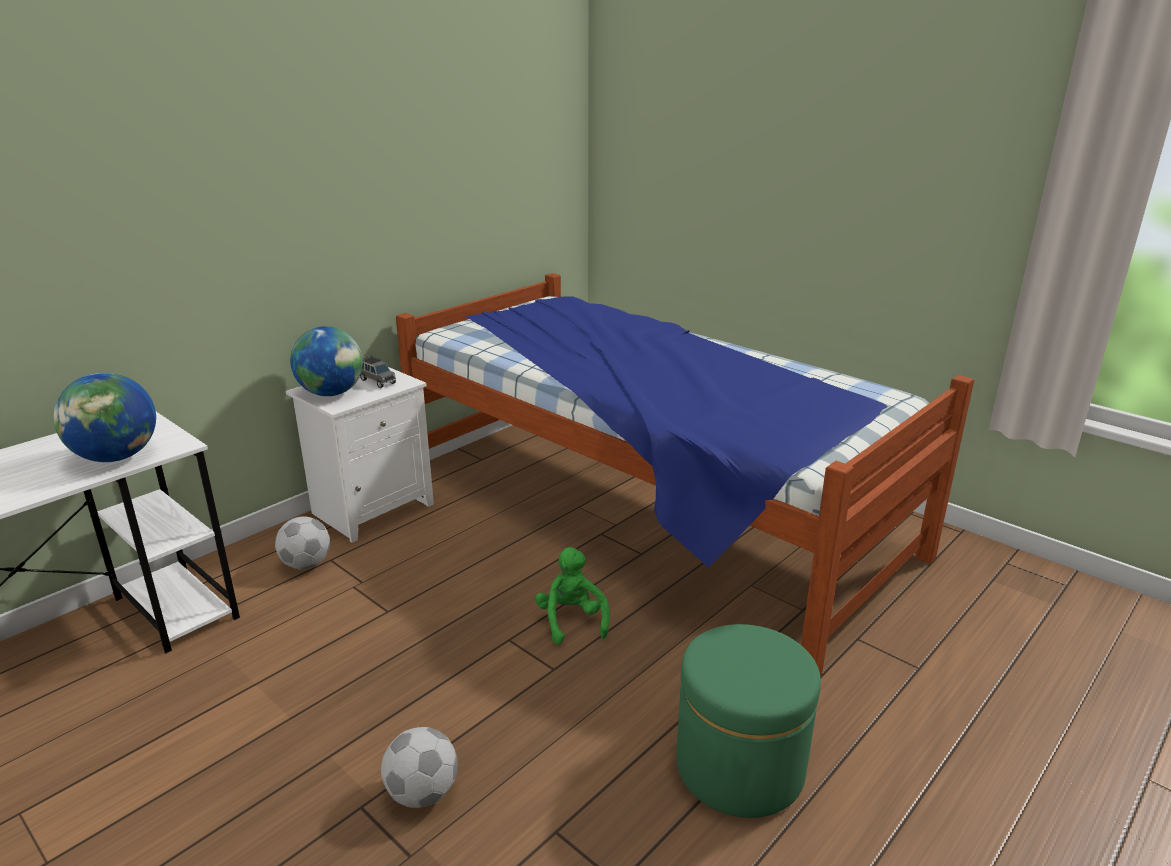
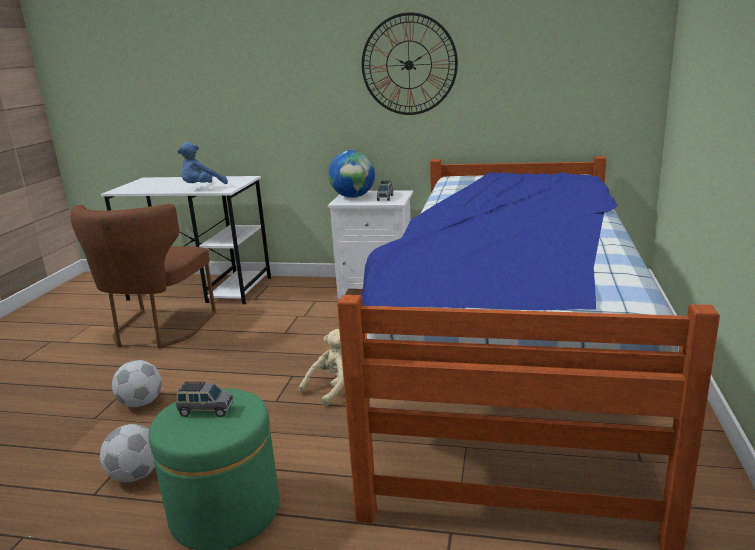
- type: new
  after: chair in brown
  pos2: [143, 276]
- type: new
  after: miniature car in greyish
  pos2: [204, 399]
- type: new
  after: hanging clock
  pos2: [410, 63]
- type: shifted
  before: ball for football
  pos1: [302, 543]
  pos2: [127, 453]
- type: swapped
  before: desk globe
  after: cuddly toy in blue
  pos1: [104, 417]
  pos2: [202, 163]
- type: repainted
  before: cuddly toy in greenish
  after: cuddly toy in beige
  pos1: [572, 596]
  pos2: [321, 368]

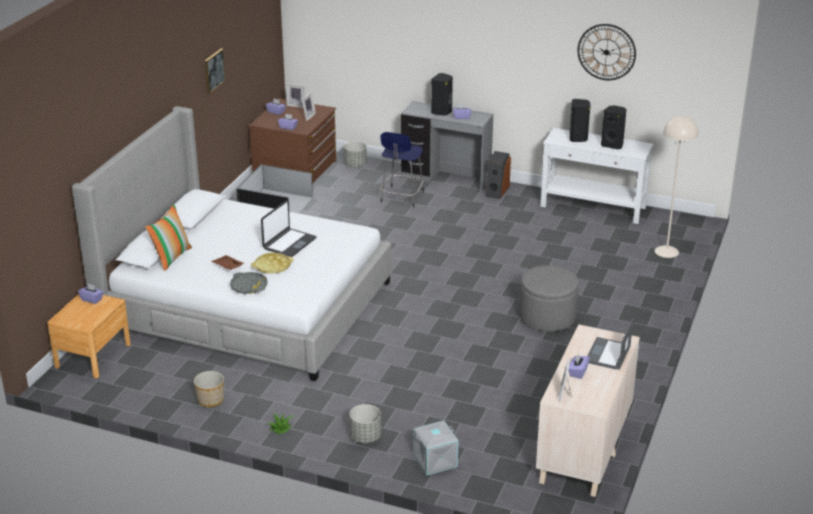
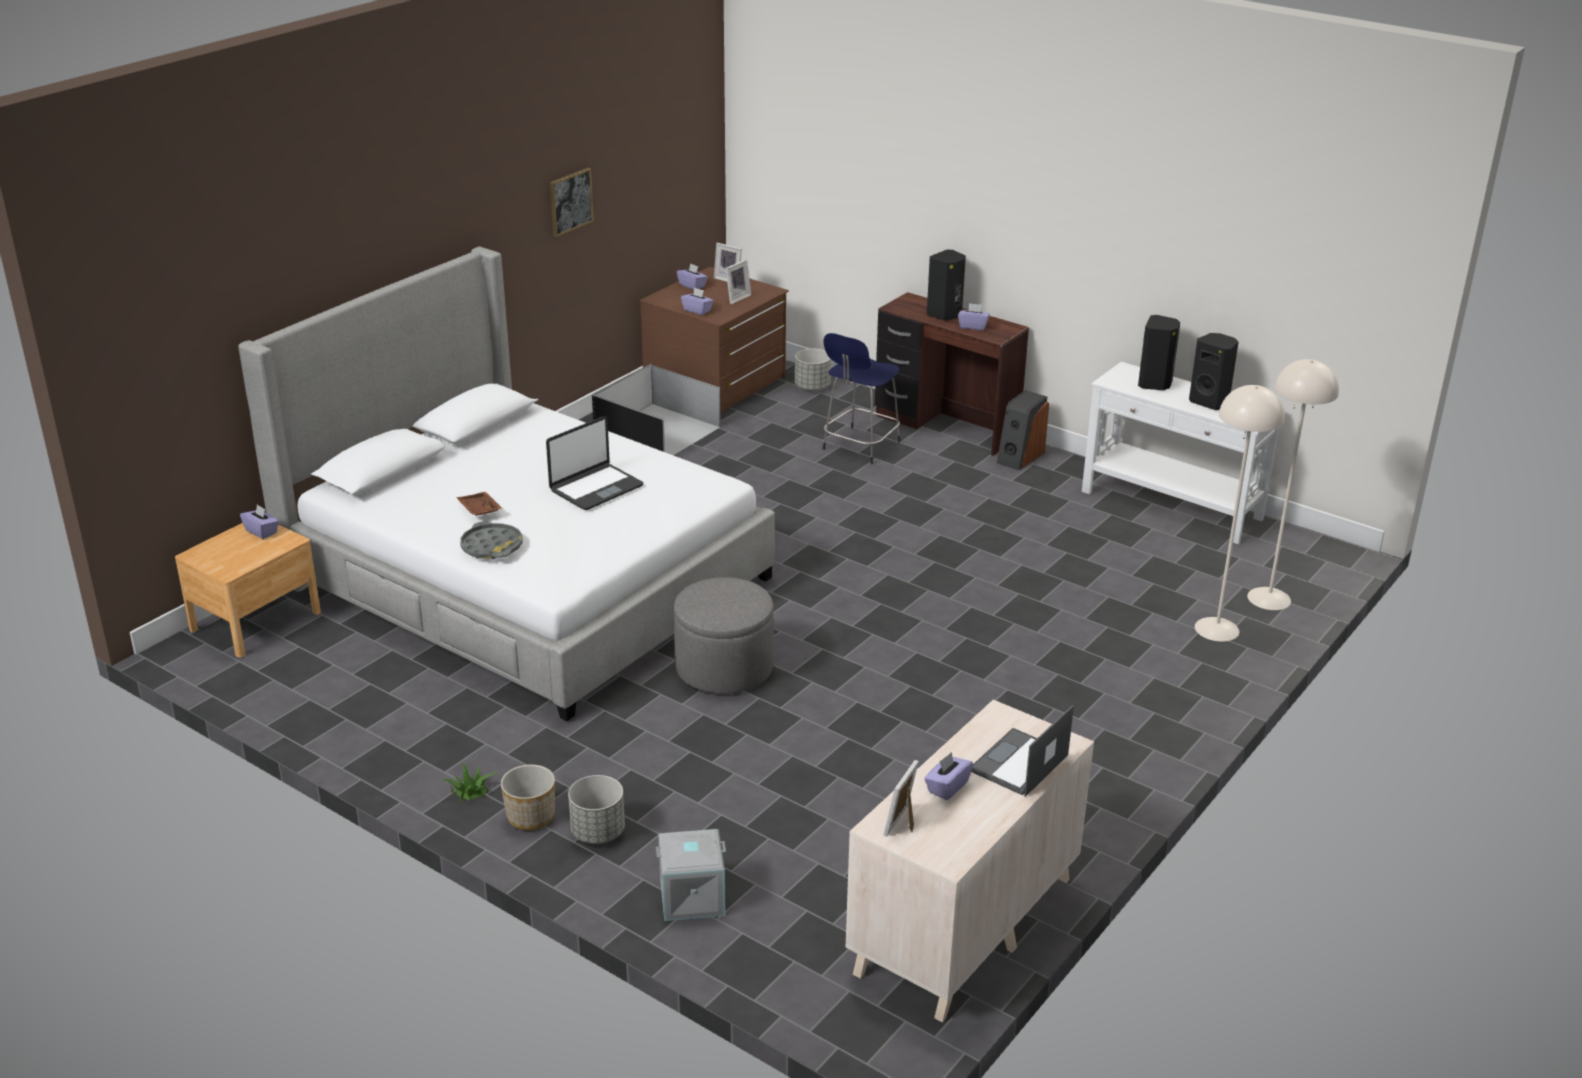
- type: gone
  before: cushion
  pos1: [168, 237]
- type: gone
  before: serving tray in yellow-coloured
  pos1: [272, 263]
- type: gone
  before: hanging clock
  pos1: [607, 52]
- type: new
  after: floor lamp in beige
  pos2: [1240, 513]
- type: shifted
  before: plant pot
  pos1: [209, 389]
  pos2: [528, 797]
- type: shifted
  before: pouffe in greyish
  pos1: [549, 298]
  pos2: [724, 635]
- type: repainted
  before: desk table in greyish
  after: desk table in brown
  pos1: [447, 147]
  pos2: [952, 374]

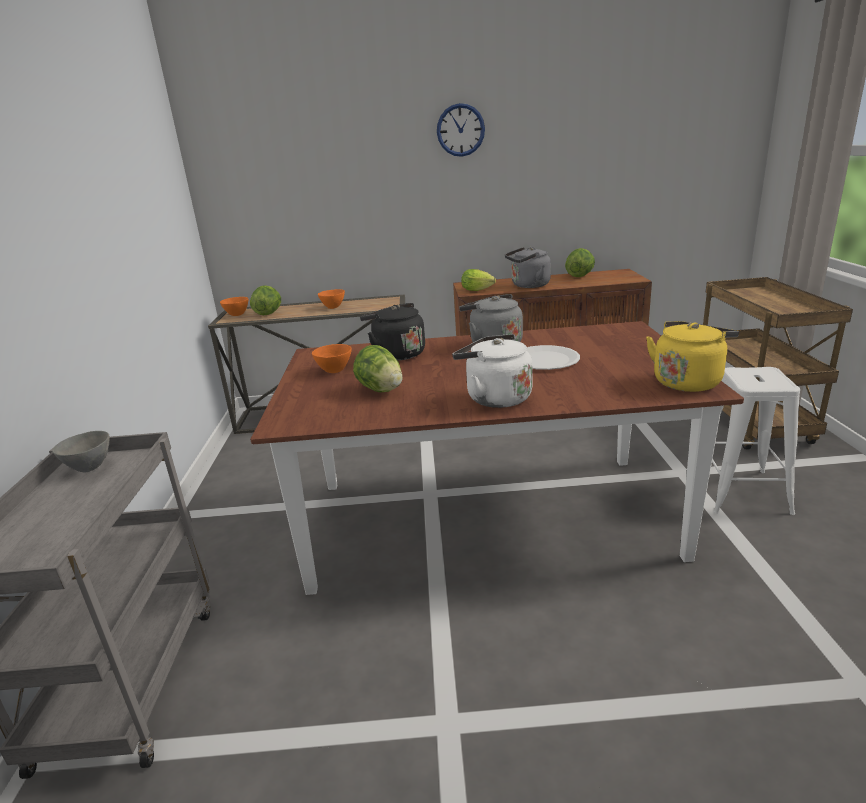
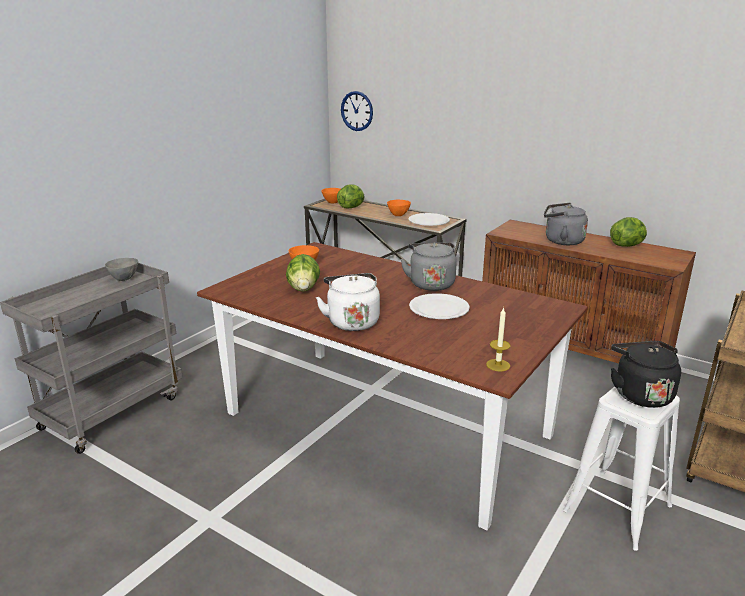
- type: gone
  before: head of lettuce
  pos1: [478, 280]
- type: new
  after: flat dish in white
  pos2: [429, 219]
- type: shifted
  before: water kettle in black
  pos1: [392, 331]
  pos2: [646, 374]
- type: shifted
  before: hanging clock
  pos1: [461, 130]
  pos2: [357, 111]
- type: swapped
  before: water kettle in yellow-coloured
  after: candle
  pos1: [692, 356]
  pos2: [498, 339]

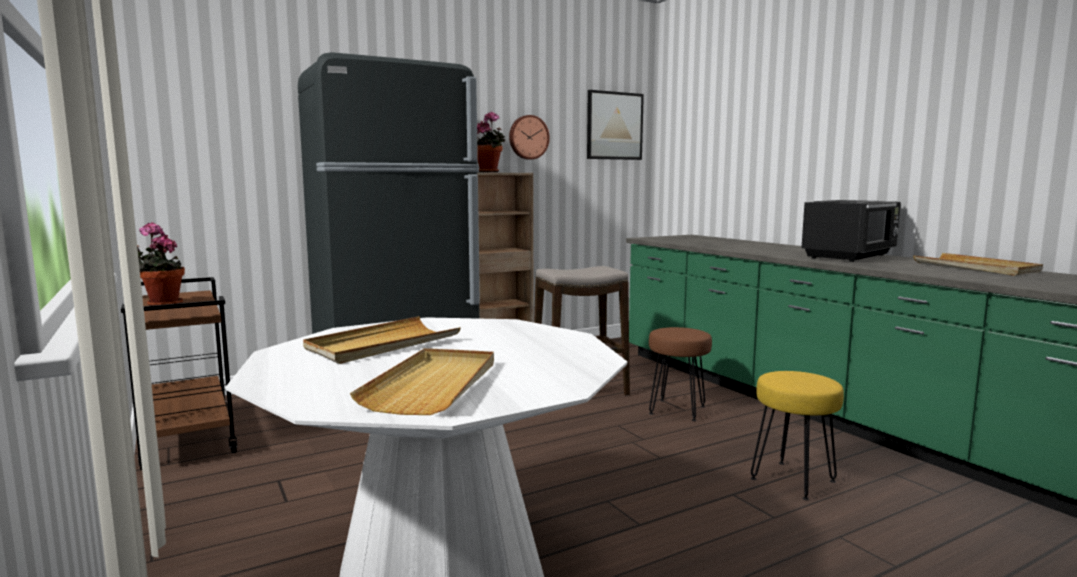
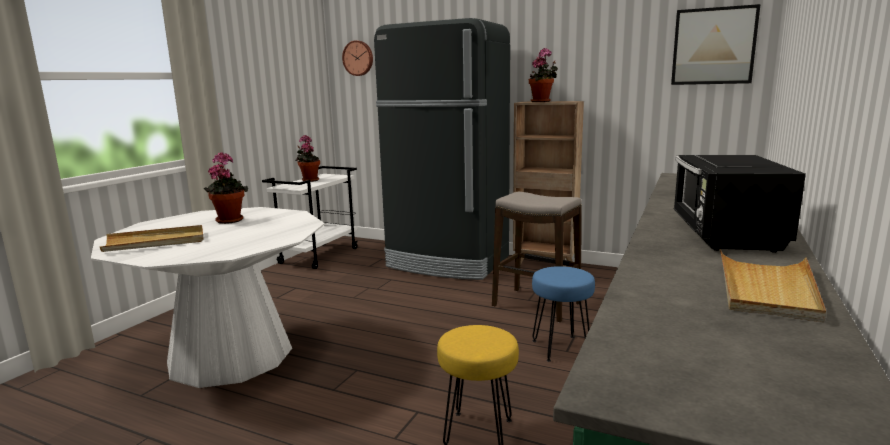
- type: shifted
  before: hanging clock
  pos1: [529, 137]
  pos2: [357, 58]
- type: swapped
  before: serving tray in beige
  after: potted plant
  pos1: [382, 340]
  pos2: [226, 188]
- type: repainted
  before: trolley in brown
  after: trolley in white
  pos1: [179, 373]
  pos2: [310, 217]
- type: repainted
  before: sitting stool in brown
  after: sitting stool in blue
  pos1: [680, 374]
  pos2: [563, 314]
- type: rotated
  before: microwave oven in black
  pos1: [851, 231]
  pos2: [739, 204]
  turn: 90

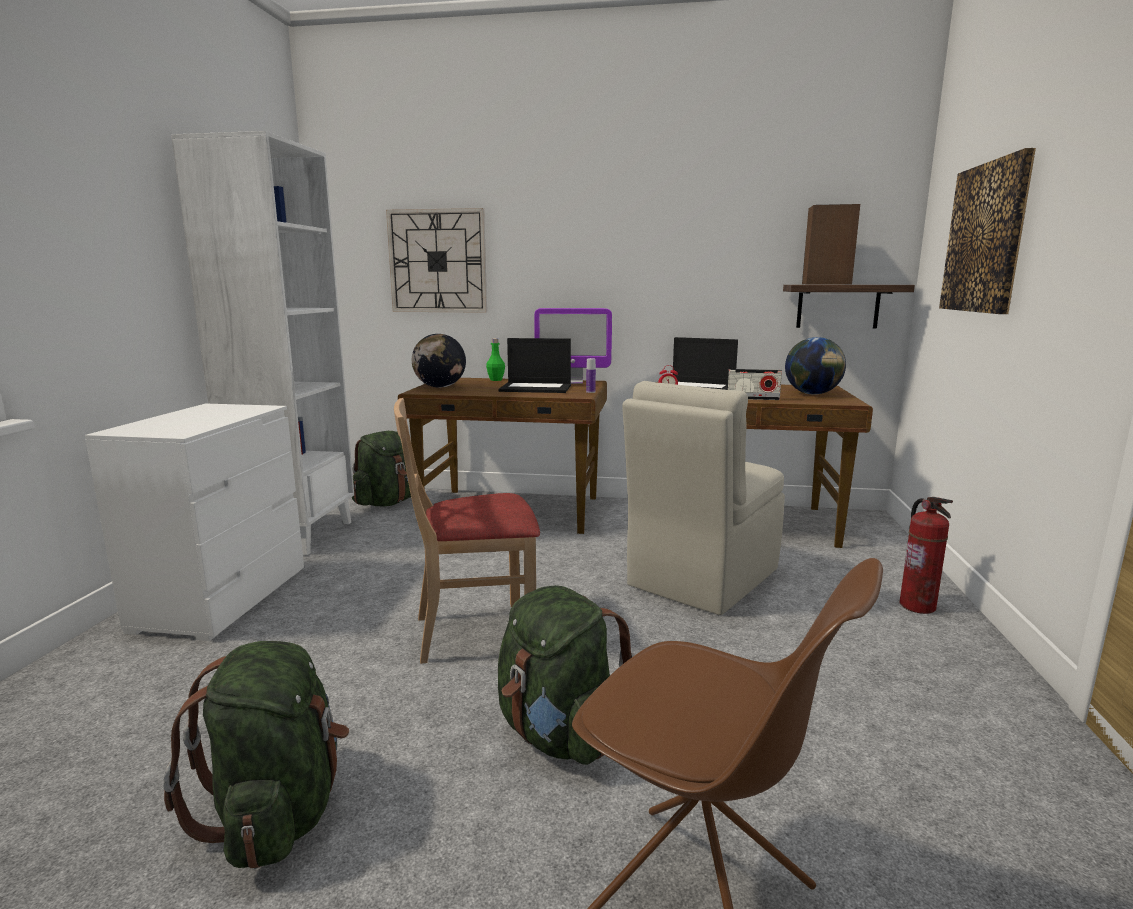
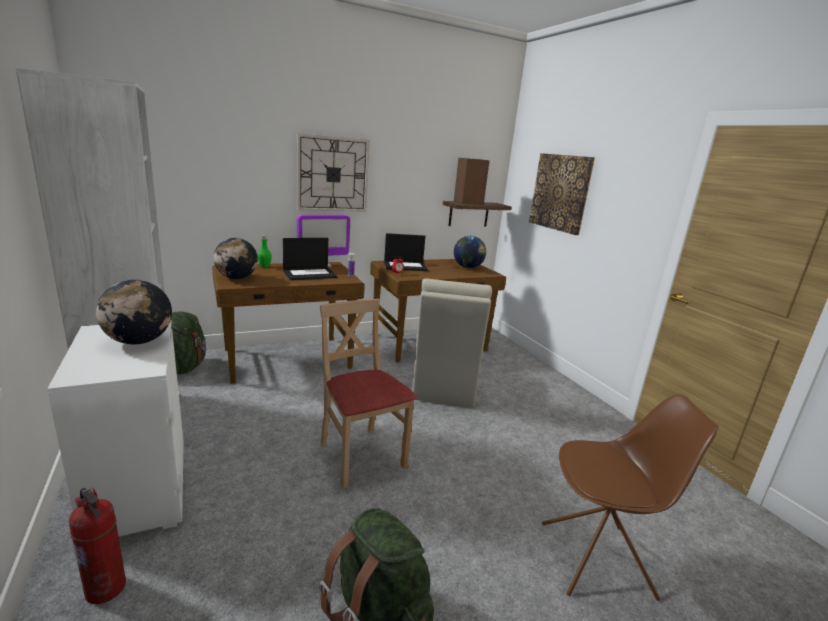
- type: gone
  before: backpack in greenish
  pos1: [566, 675]
- type: gone
  before: radio receiver
  pos1: [754, 384]
- type: new
  after: desk globe
  pos2: [134, 312]
- type: shifted
  before: hanging clock
  pos1: [436, 260]
  pos2: [333, 172]
- type: shifted
  before: fire-fighting cylinder
  pos1: [926, 555]
  pos2: [97, 546]
- type: rotated
  before: chair in beige
  pos1: [467, 531]
  pos2: [368, 394]
  turn: 105

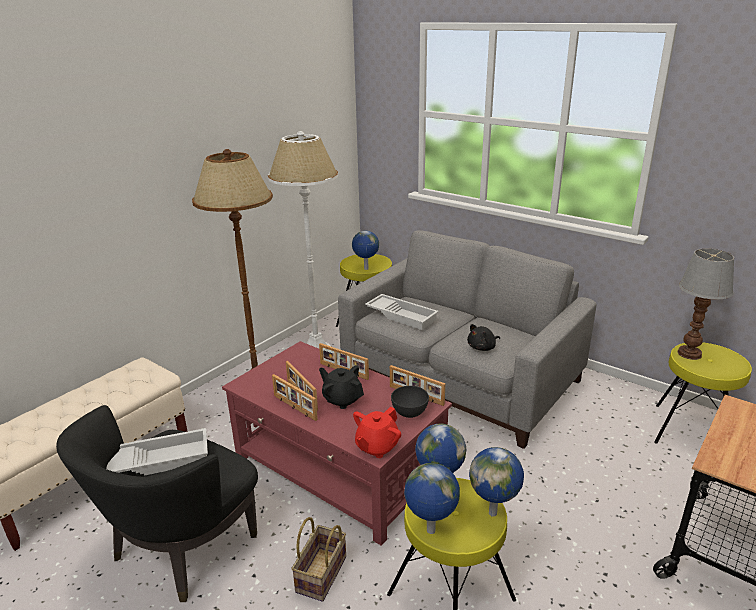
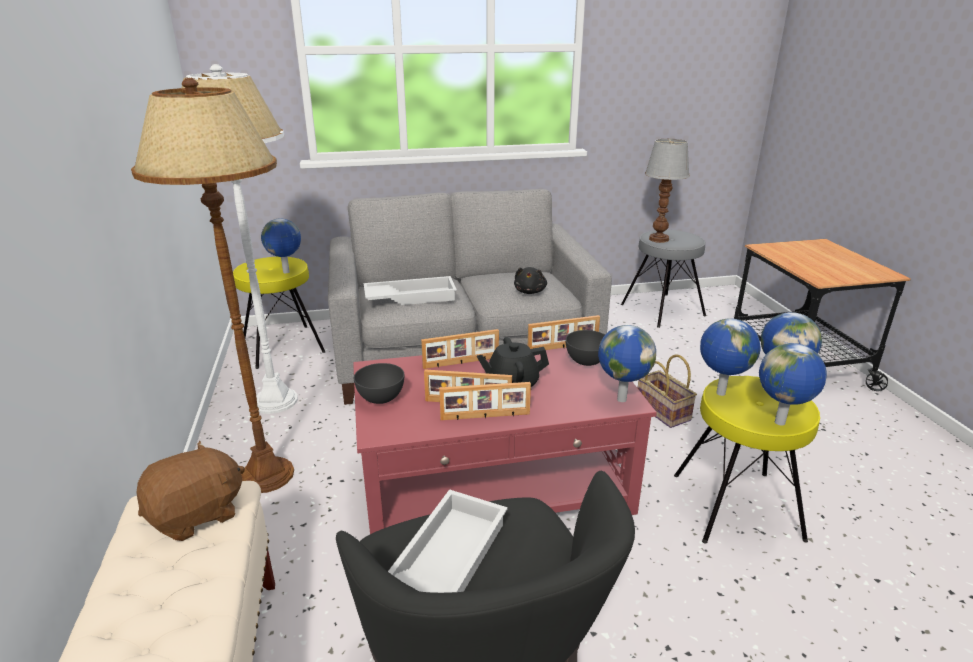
- type: new
  after: cuddly toy in brown
  pos2: [190, 491]
- type: new
  after: deep dish in greyish
  pos2: [379, 383]
- type: shifted
  before: basket
  pos1: [318, 559]
  pos2: [667, 391]
- type: swapped
  before: teapot in red-coloured
  after: desk globe
  pos1: [377, 432]
  pos2: [627, 363]
- type: repainted
  before: sitting stool in yellow-coloured
  after: sitting stool in greyish
  pos1: [703, 392]
  pos2: [663, 279]

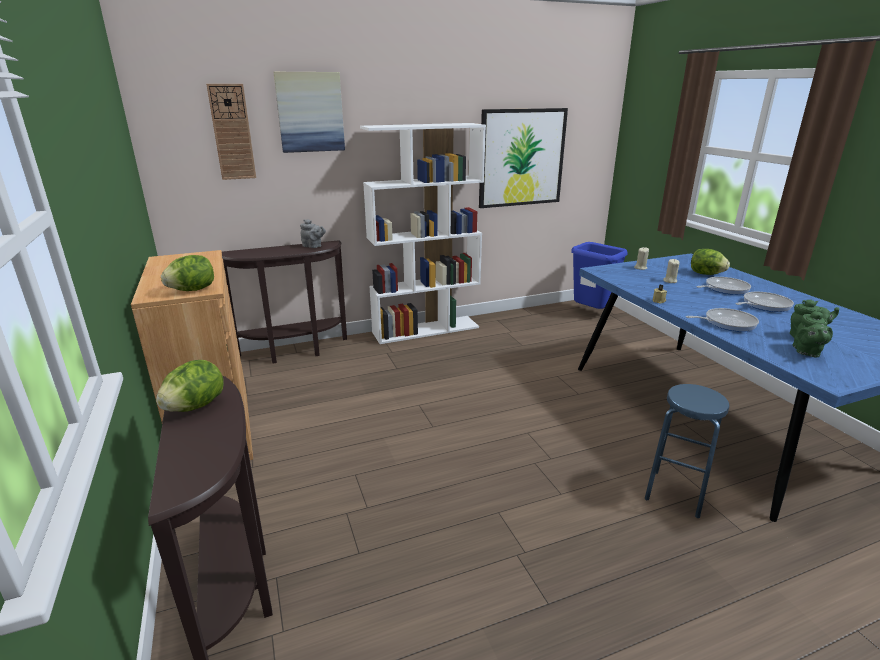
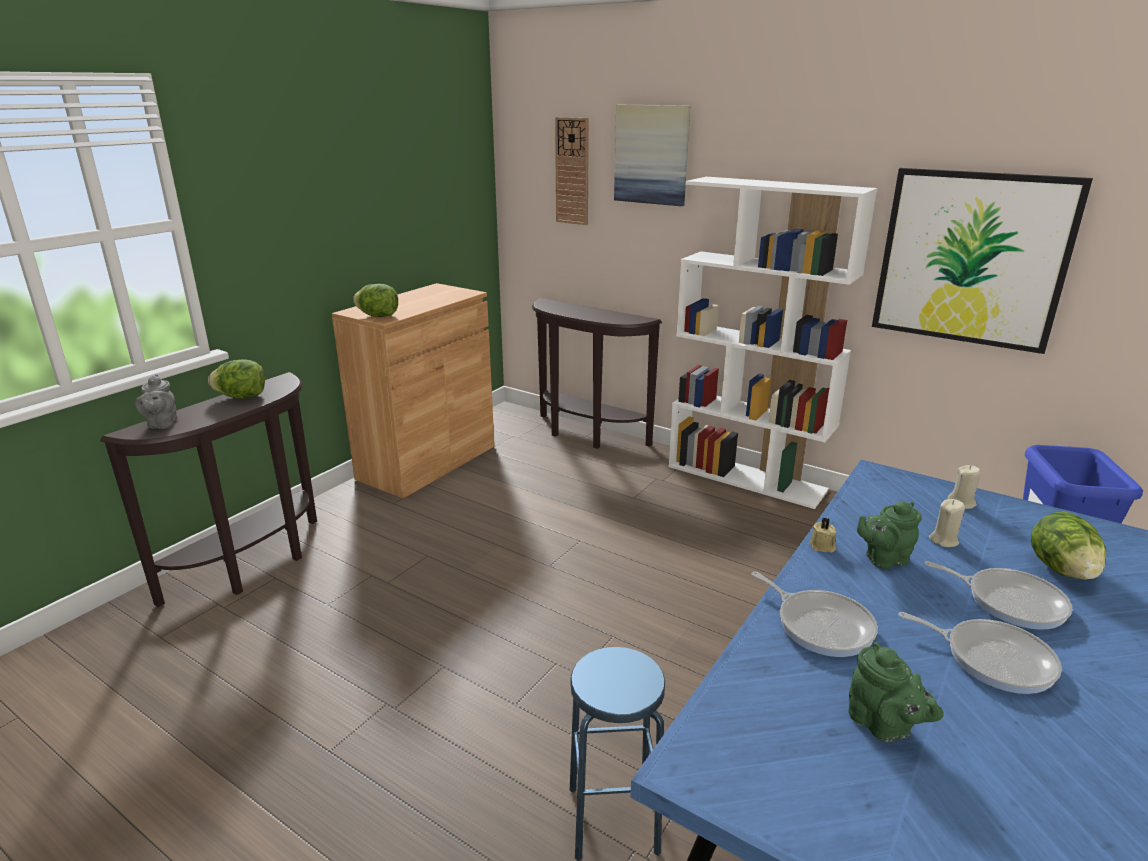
- type: shifted
  before: teapot in greyish
  pos1: [313, 233]
  pos2: [156, 401]
- type: shifted
  before: teapot in greenish
  pos1: [813, 334]
  pos2: [889, 535]

